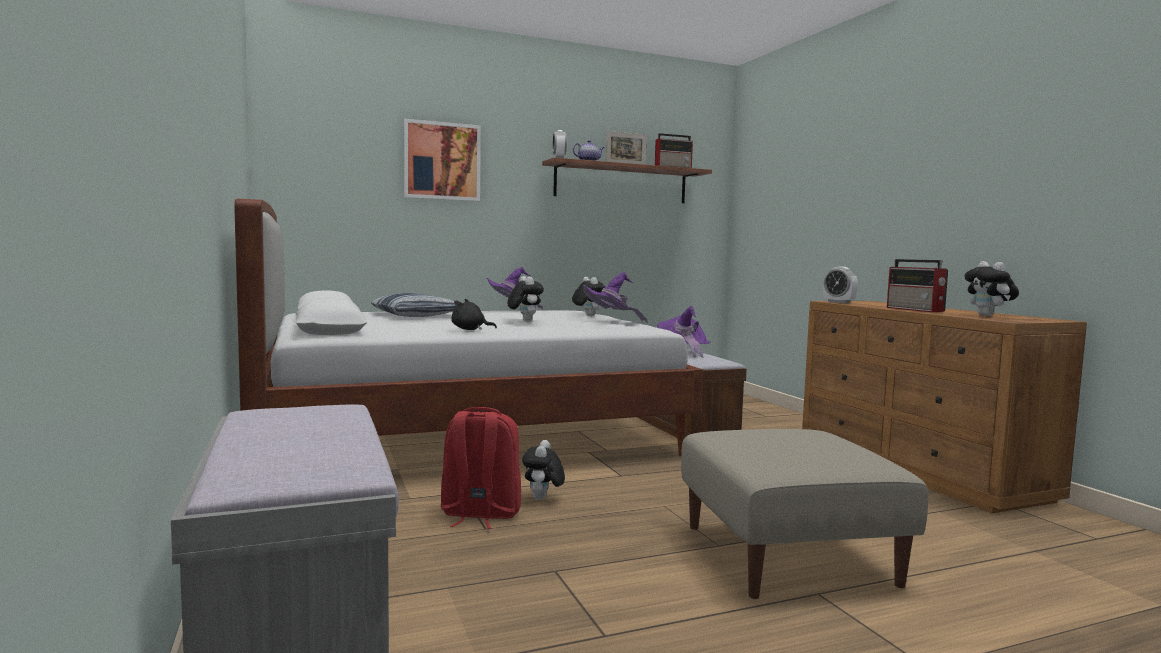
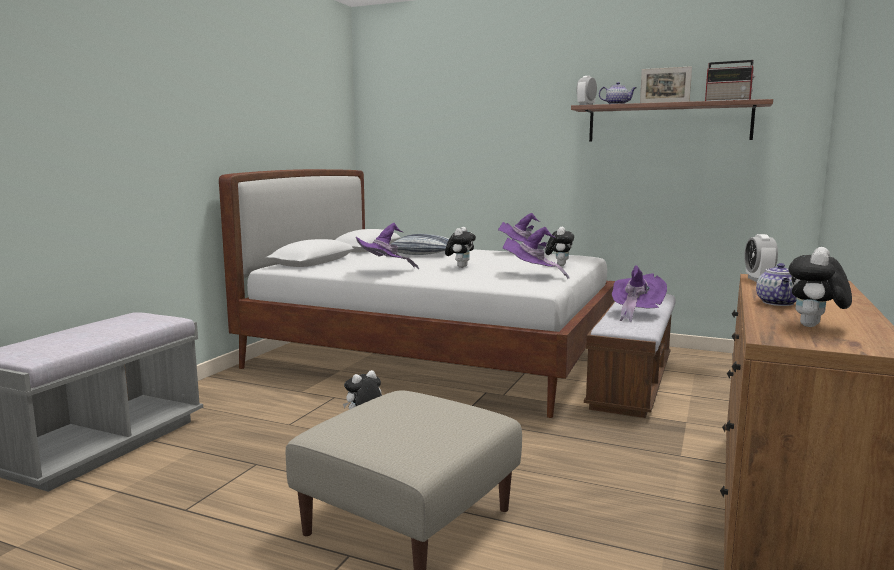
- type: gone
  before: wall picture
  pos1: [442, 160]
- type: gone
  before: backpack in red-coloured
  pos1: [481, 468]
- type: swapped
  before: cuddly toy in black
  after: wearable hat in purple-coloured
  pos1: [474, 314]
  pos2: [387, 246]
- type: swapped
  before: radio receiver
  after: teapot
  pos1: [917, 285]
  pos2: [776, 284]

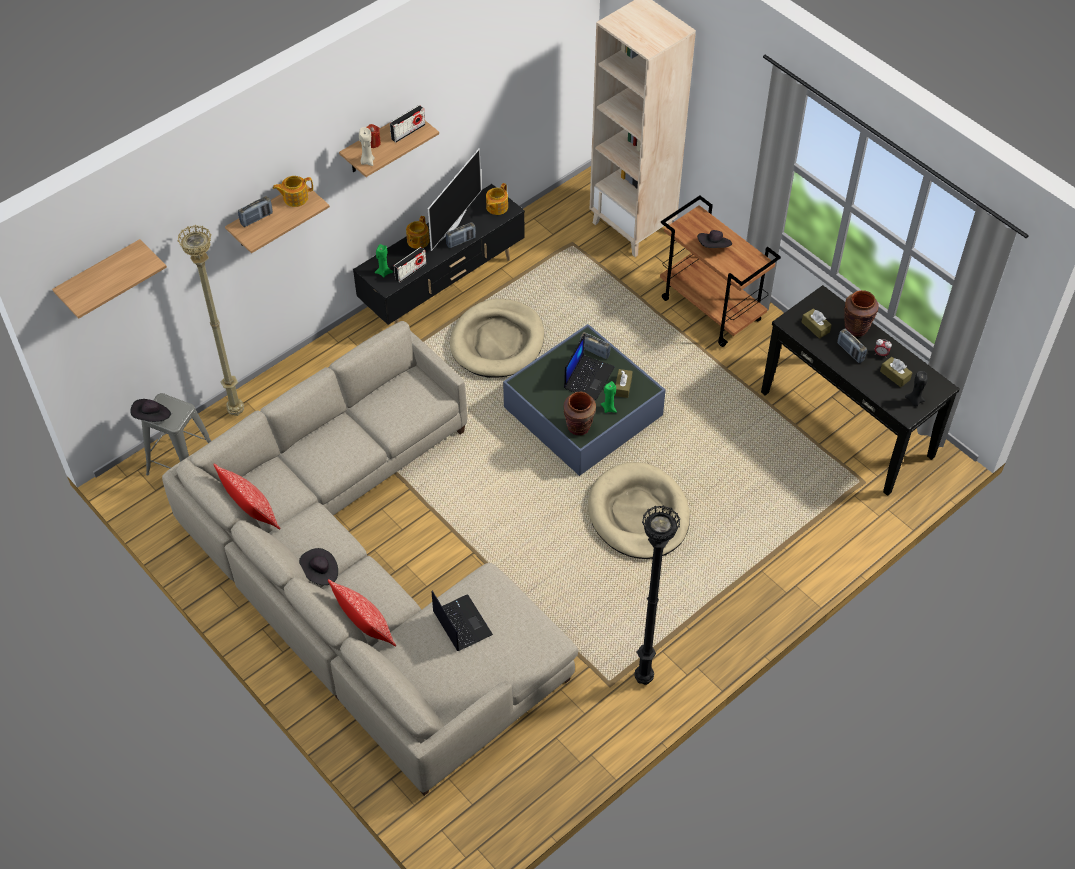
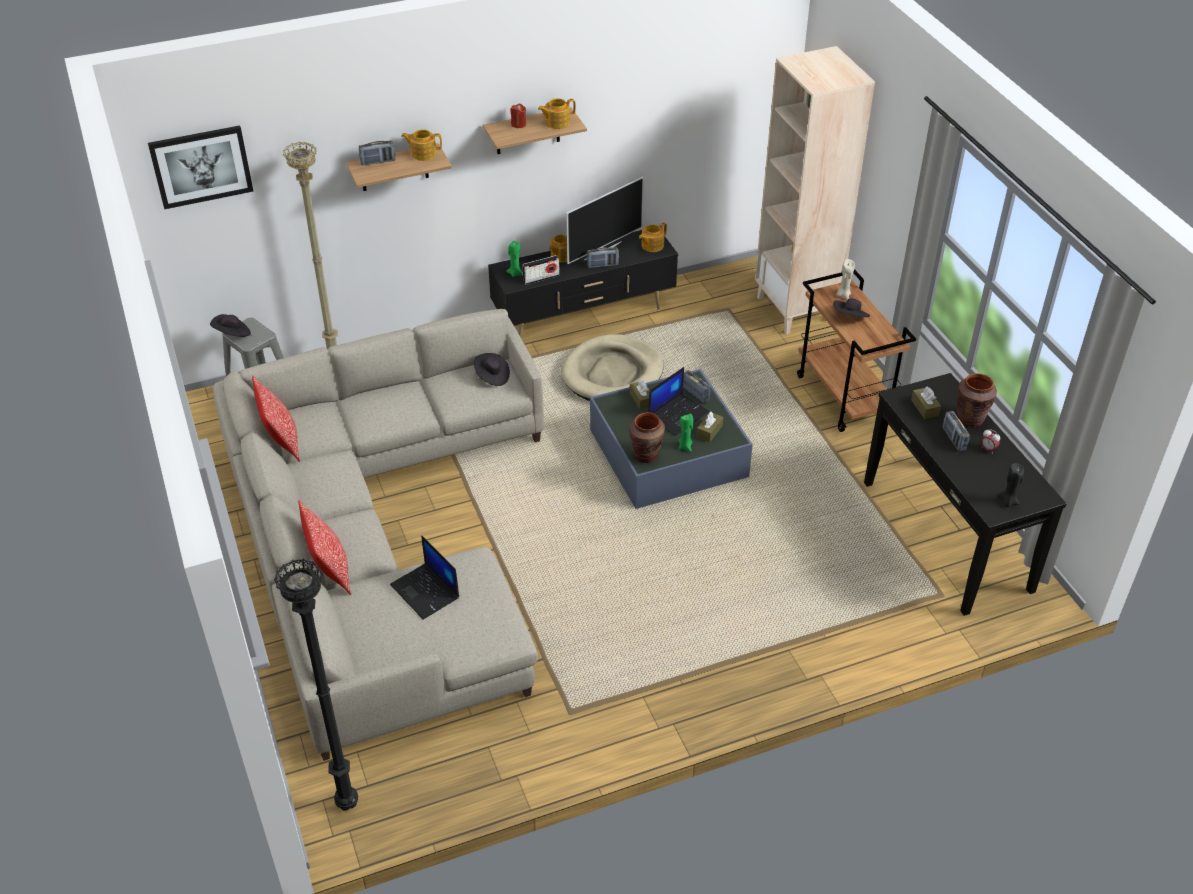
- type: gone
  before: pet bed in beige
  pos1: [639, 510]
- type: shifted
  before: wearable hat in black
  pos1: [318, 566]
  pos2: [492, 369]
- type: shifted
  before: candle in beige
  pos1: [367, 146]
  pos2: [846, 279]
- type: shifted
  before: floor lamp in black
  pos1: [657, 595]
  pos2: [316, 684]
- type: shifted
  before: tissue box in brown
  pos1: [896, 372]
  pos2: [639, 395]
- type: swapped
  before: shelf
  after: wall picture
  pos1: [109, 279]
  pos2: [200, 167]
- type: swapped
  before: radio receiver
  after: teapot
  pos1: [407, 123]
  pos2: [557, 113]
- type: rotated
  before: notebook computer
  pos1: [462, 620]
  pos2: [424, 577]
  turn: 150

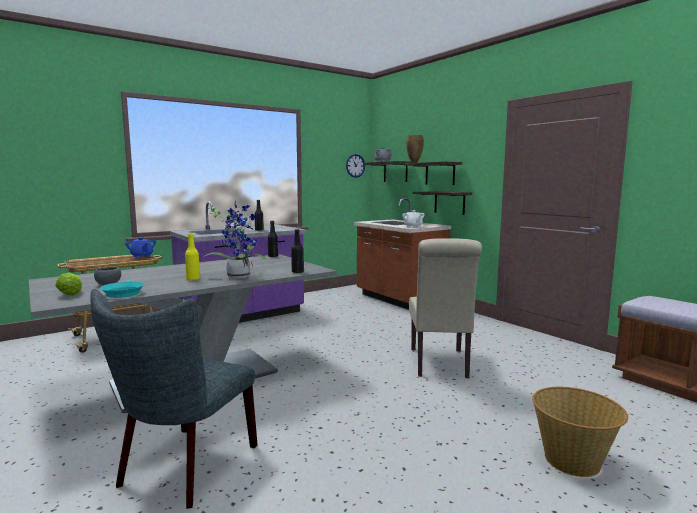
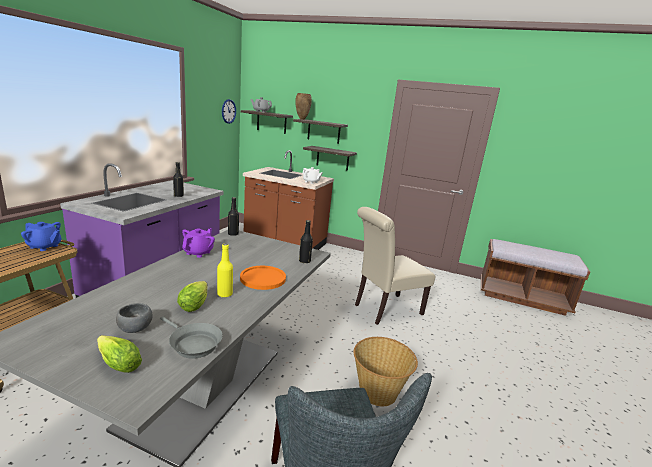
- type: new
  after: head of lettuce
  pos2: [192, 296]
- type: new
  after: teapot in purple-coloured
  pos2: [198, 243]
- type: shifted
  before: basket
  pos1: [580, 432]
  pos2: [386, 371]
- type: swapped
  before: potted plant
  after: flat dish in orangey
  pos1: [235, 240]
  pos2: [263, 278]
- type: repainted
  before: pan in blue-green
  after: pan in greyish
  pos1: [122, 289]
  pos2: [191, 337]
- type: rotated
  before: chair in beige
  pos1: [445, 308]
  pos2: [395, 266]
  turn: 90

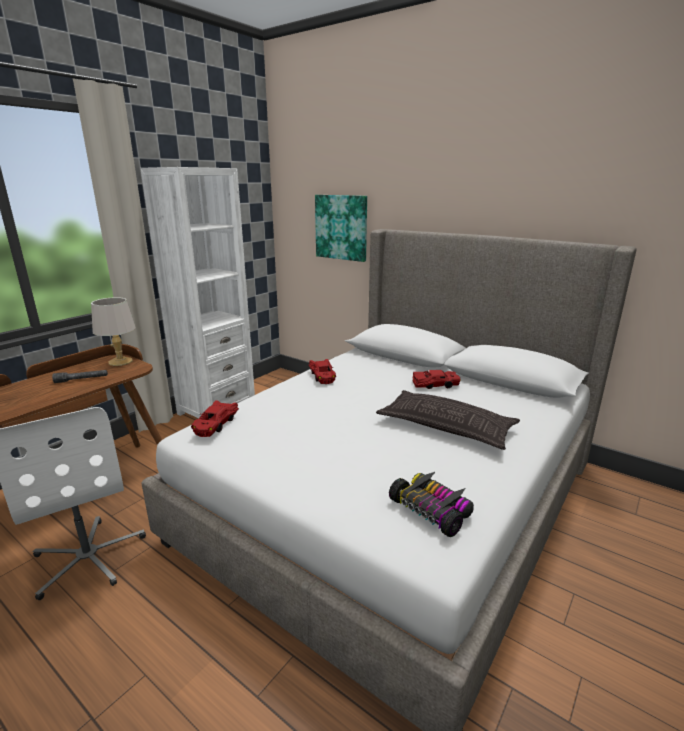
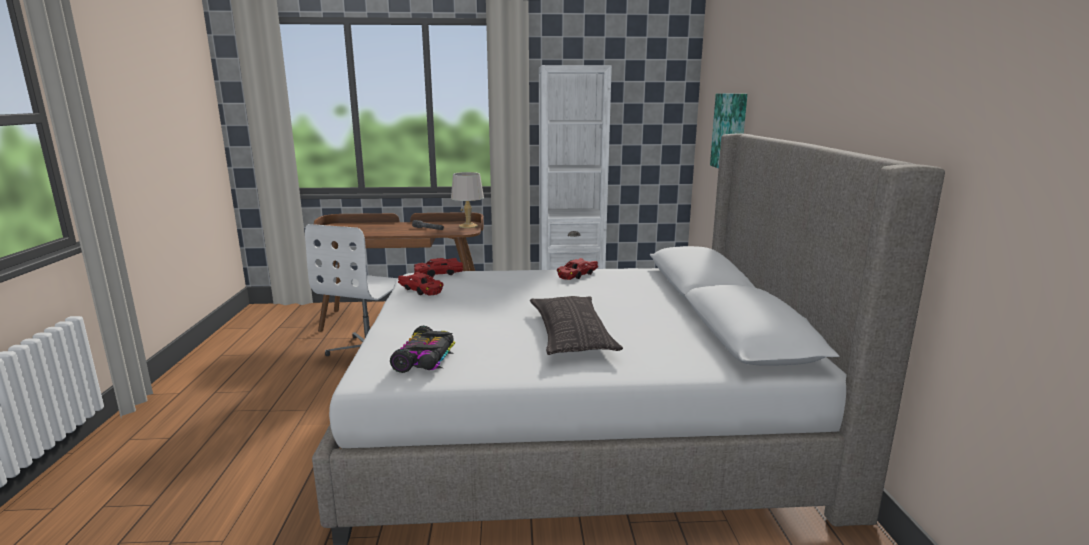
- type: shifted
  before: miniature car in red-coloured
  pos1: [436, 379]
  pos2: [421, 284]

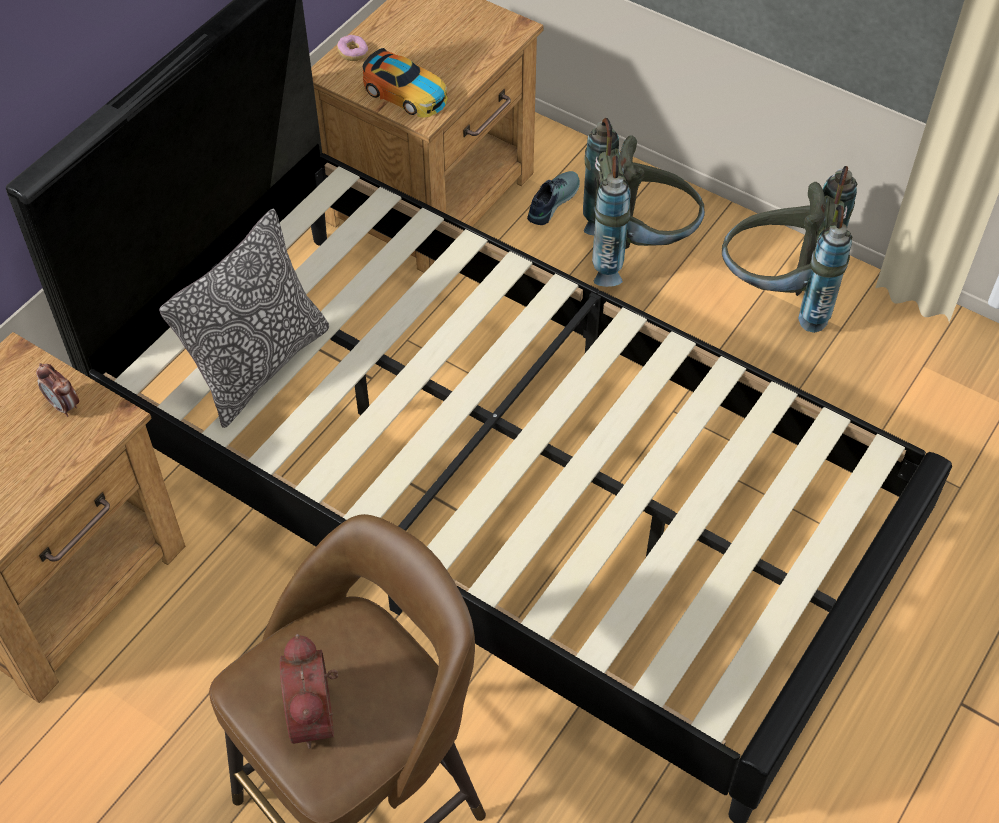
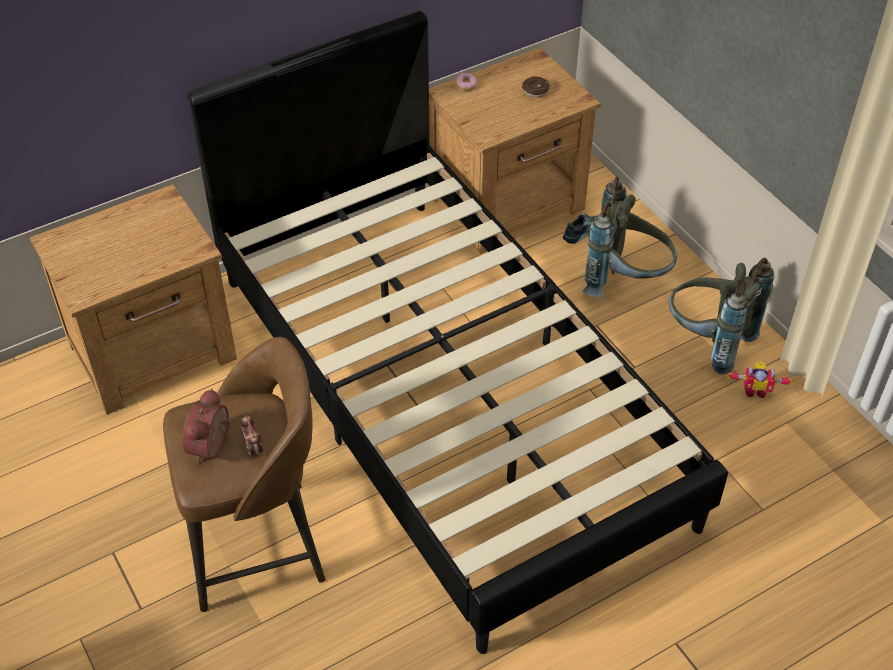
- type: gone
  before: cushion
  pos1: [244, 318]
- type: gone
  before: miniature car
  pos1: [405, 83]
- type: new
  after: donut
  pos2: [536, 87]
- type: new
  after: model robot
  pos2: [760, 380]
- type: shifted
  before: bedside clock
  pos1: [57, 390]
  pos2: [252, 436]

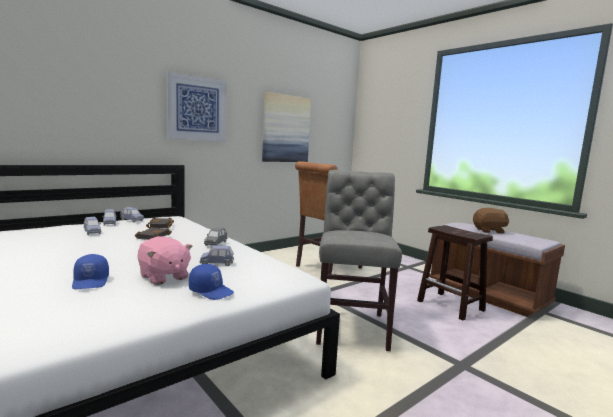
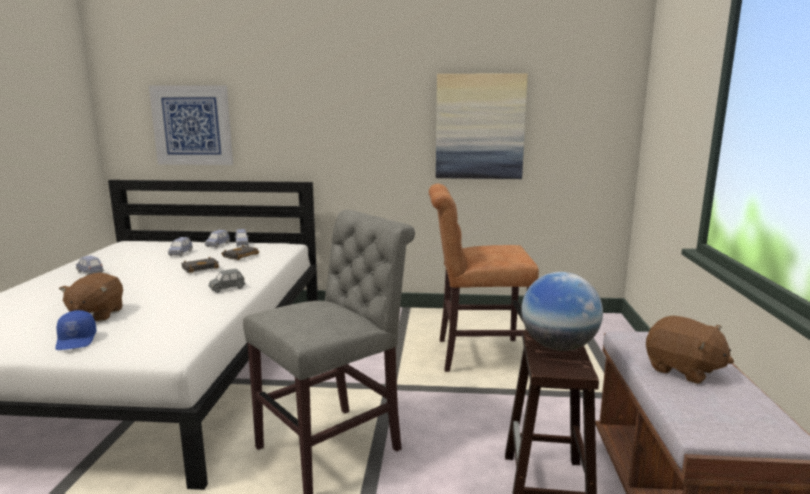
- type: gone
  before: cap in blue
  pos1: [90, 271]
- type: new
  after: desk globe
  pos2: [562, 311]
- type: shifted
  before: wall picture
  pos1: [196, 106]
  pos2: [191, 125]
- type: shifted
  before: miniature car in blue
  pos1: [216, 256]
  pos2: [90, 265]
- type: repainted
  before: cuddly toy in pink
  after: cuddly toy in brown
  pos1: [165, 260]
  pos2: [91, 296]

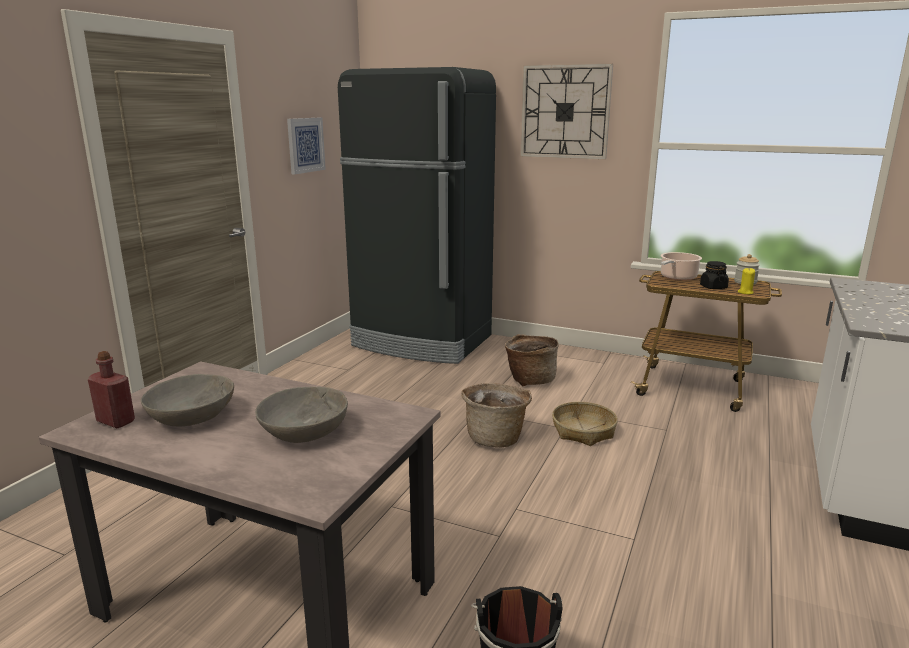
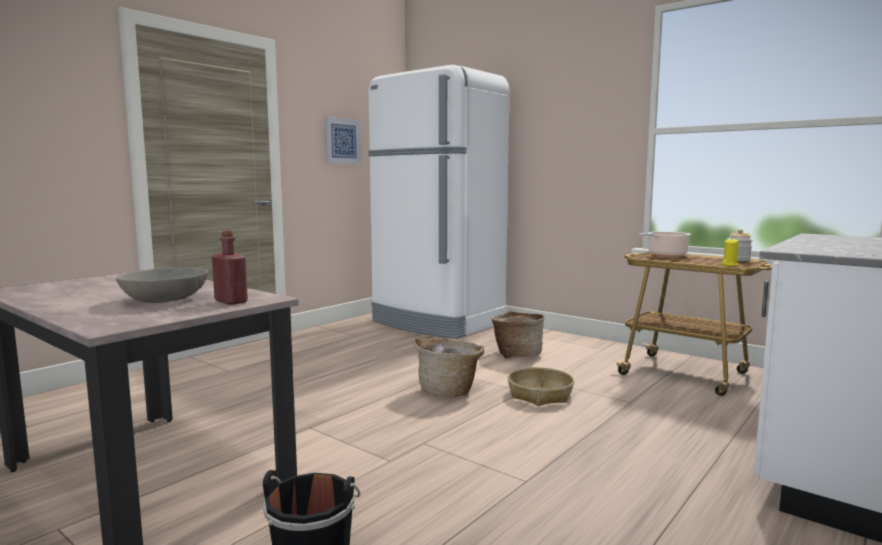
- type: gone
  before: deep dish in greyish
  pos1: [187, 400]
- type: gone
  before: hanging clock
  pos1: [566, 112]
- type: gone
  before: preserve jar in black
  pos1: [714, 275]
- type: shifted
  before: beverage bottle in red-coloured
  pos1: [111, 389]
  pos2: [230, 267]
- type: repainted
  before: kitchen fridge in black
  after: kitchen fridge in white
  pos1: [417, 215]
  pos2: [438, 202]

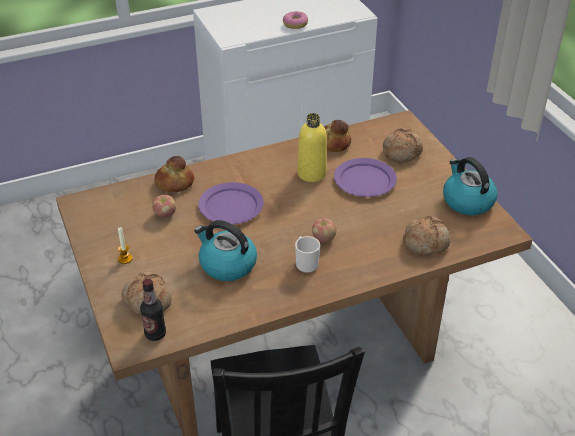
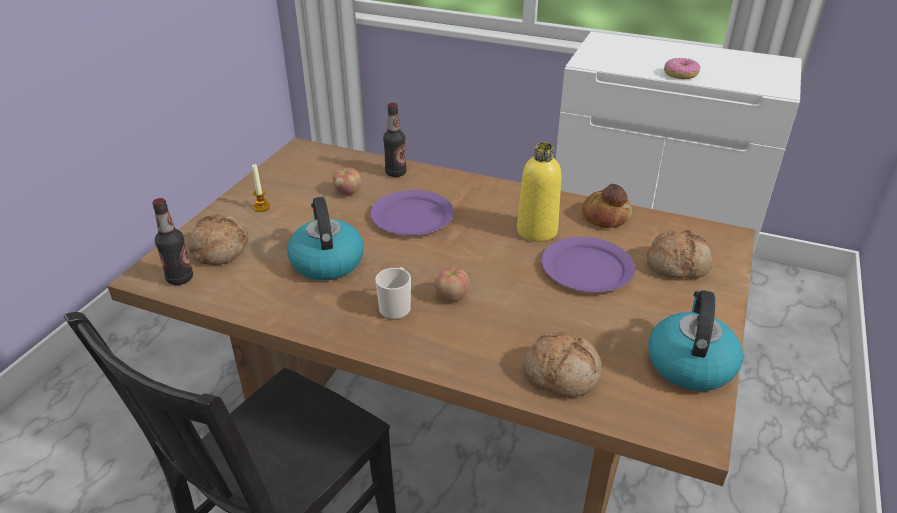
- type: swapped
  before: bakery bread
  after: beverage bottle
  pos1: [174, 174]
  pos2: [395, 140]

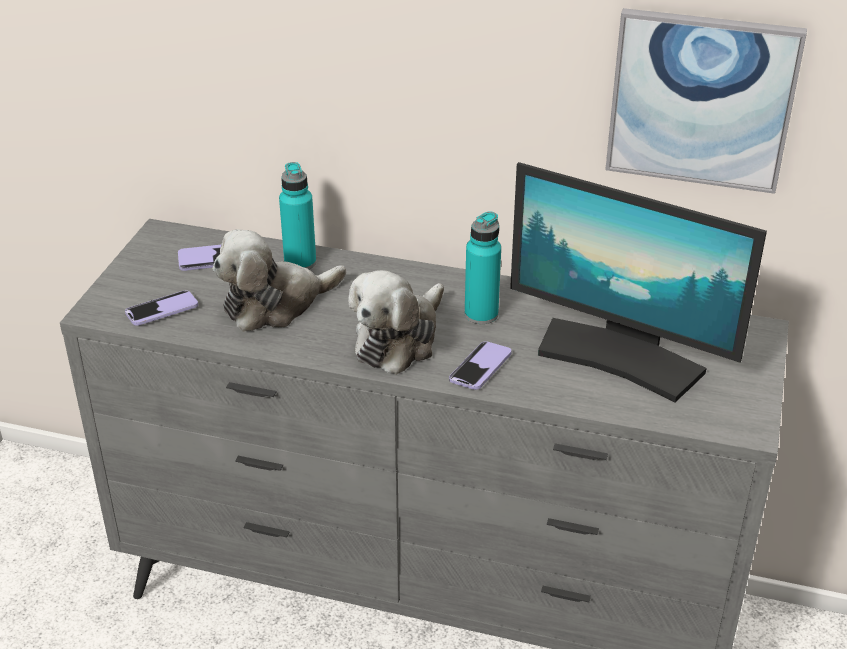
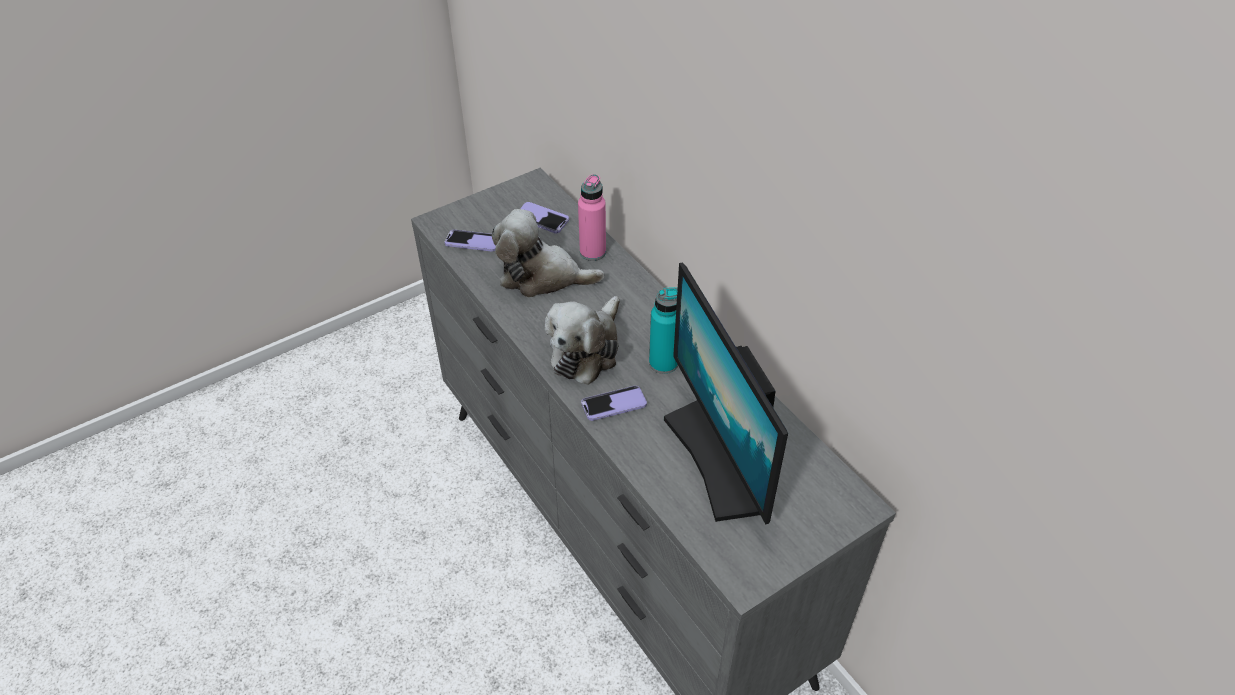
- type: gone
  before: wall picture
  pos1: [706, 101]
- type: repainted
  before: beverage bottle in blue-green
  after: beverage bottle in pink
  pos1: [297, 215]
  pos2: [592, 217]
- type: rotated
  before: cuddly toy
  pos1: [396, 322]
  pos2: [582, 340]
  turn: -45

